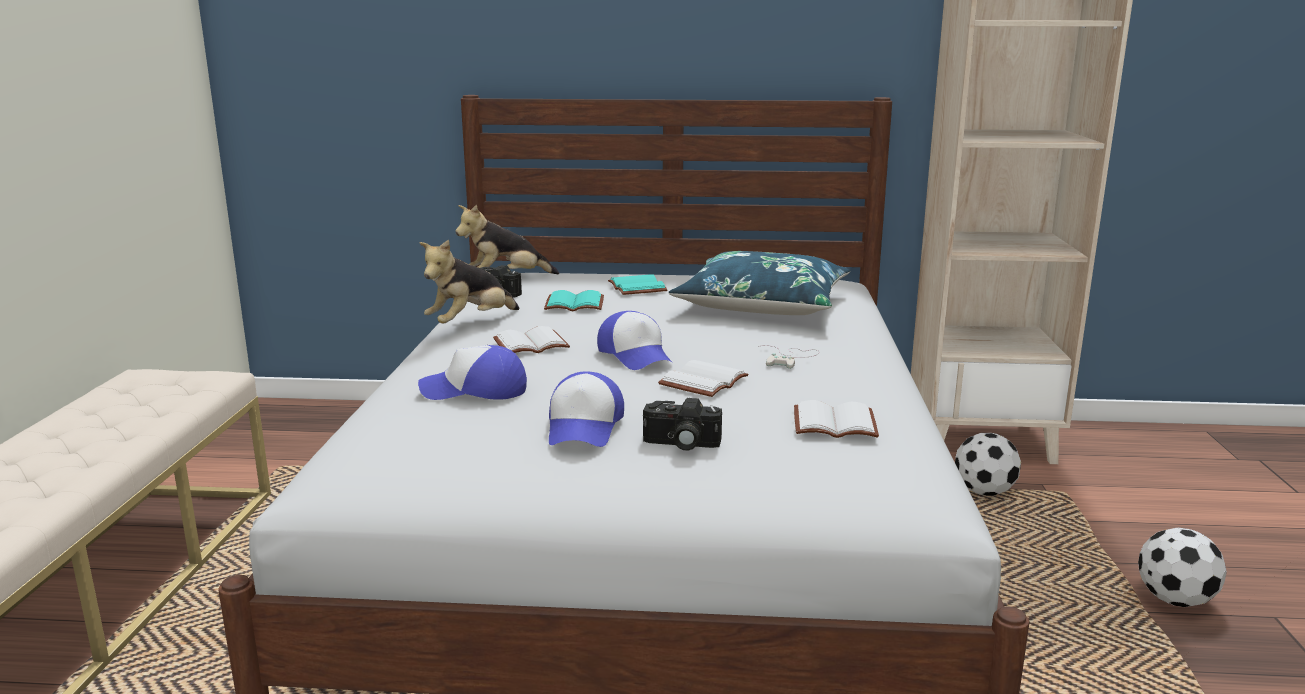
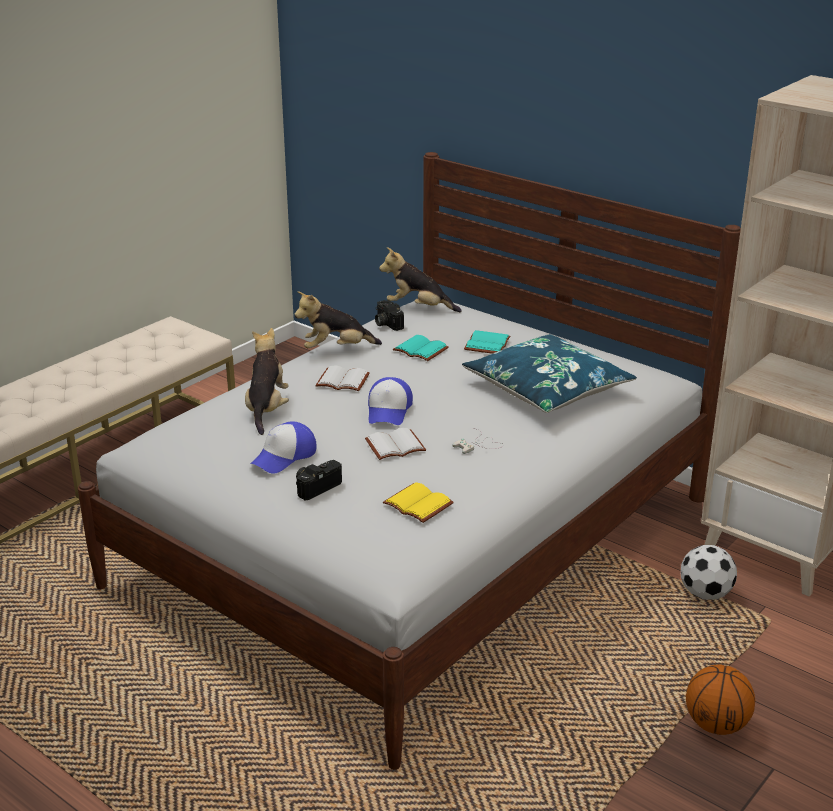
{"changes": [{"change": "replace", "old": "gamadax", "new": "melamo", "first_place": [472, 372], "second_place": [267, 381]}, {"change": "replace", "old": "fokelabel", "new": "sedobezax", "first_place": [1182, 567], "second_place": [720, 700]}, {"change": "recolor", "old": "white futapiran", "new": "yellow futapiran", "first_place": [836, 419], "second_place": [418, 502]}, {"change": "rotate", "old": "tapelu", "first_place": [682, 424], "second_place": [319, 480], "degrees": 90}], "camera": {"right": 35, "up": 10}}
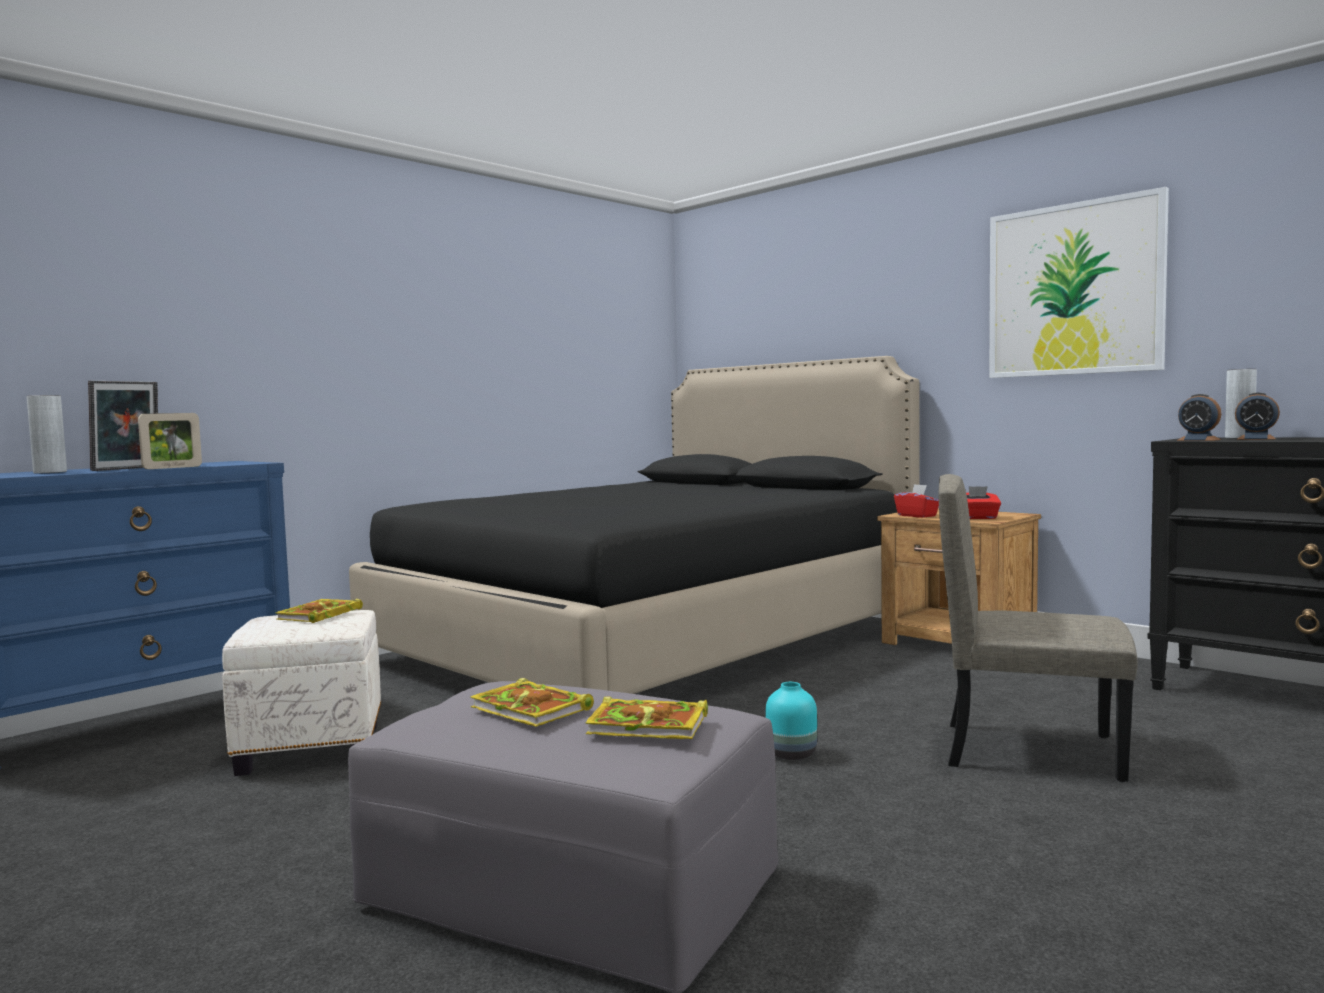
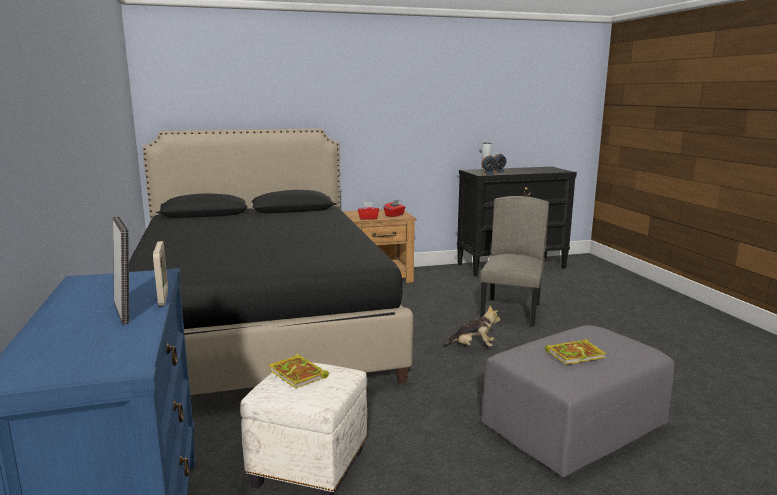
{"changes": [{"change": "delete", "old": "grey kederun", "first_place": [47, 434]}, {"change": "delete", "old": "futapiran", "first_place": [647, 717]}, {"change": "delete", "old": "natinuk", "first_place": [1079, 282]}, {"change": "replace", "old": "turquoise kederun", "new": "melamo", "first_place": [791, 721], "second_place": [472, 326]}, {"change": "rotate", "old": "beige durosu", "first_place": [1038, 628], "second_place": [514, 261], "degrees": 150}], "camera": {"right": -60, "up": 10}}
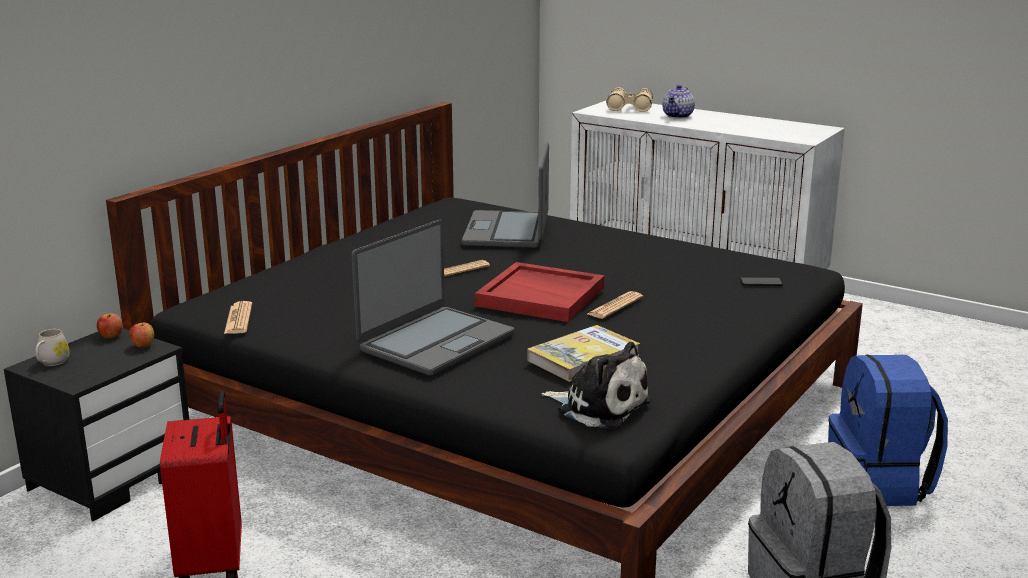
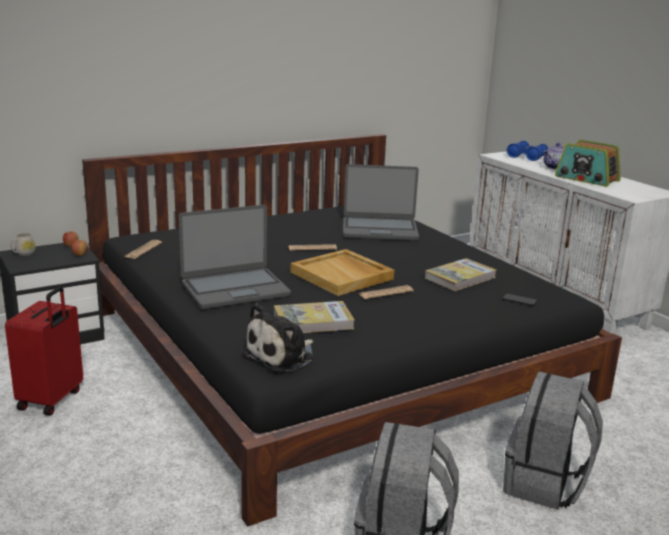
{"changes": [{"change": "insert", "new": "futapiran", "second_place": [460, 274]}, {"change": "insert", "new": "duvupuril", "second_place": [588, 163]}, {"change": "recolor", "old": "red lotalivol", "new": "beige lotalivol", "first_place": [539, 292], "second_place": [342, 272]}, {"change": "recolor", "old": "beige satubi", "new": "blue satubi", "first_place": [629, 99], "second_place": [528, 151]}, {"change": "recolor", "old": "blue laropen", "new": "grey laropen", "first_place": [888, 430], "second_place": [553, 440]}, {"change": "rotate", "old": "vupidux", "first_place": [505, 195], "second_place": [381, 202], "degrees": -120}, {"change": "rotate", "old": "melamo", "first_place": [596, 385], "second_place": [278, 337], "degrees": 75}], "camera": {"right": 25, "up": 0}}
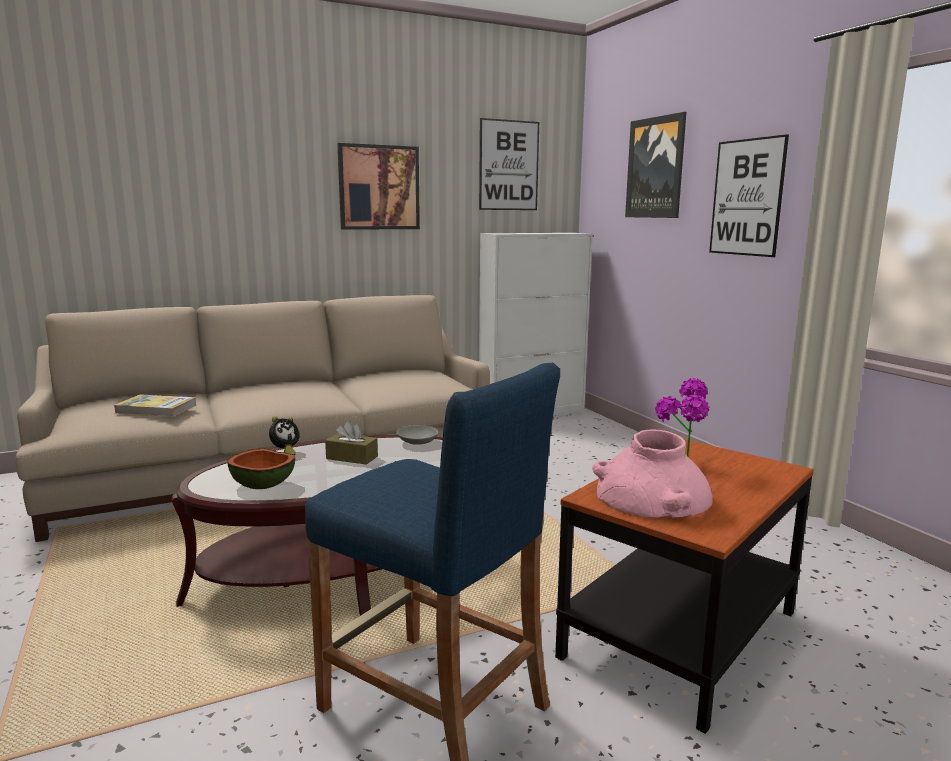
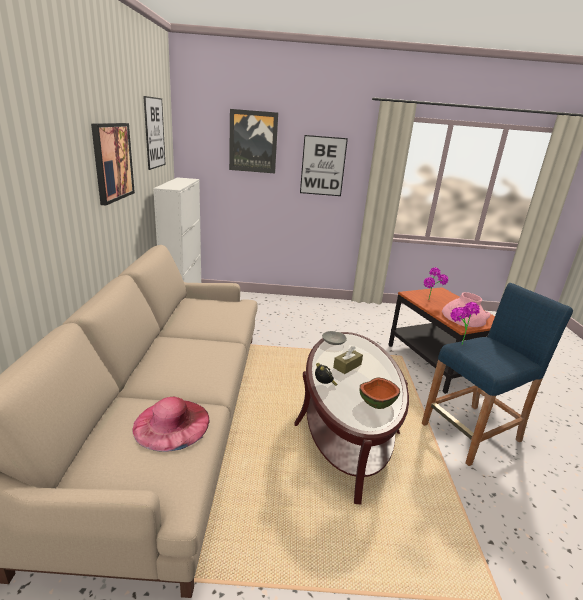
{"changes": [{"change": "insert", "new": "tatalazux", "second_place": [465, 323]}, {"change": "replace", "old": "futapiran", "new": "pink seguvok", "first_place": [155, 406], "second_place": [170, 424]}], "camera": {"right": -65, "up": 10}}
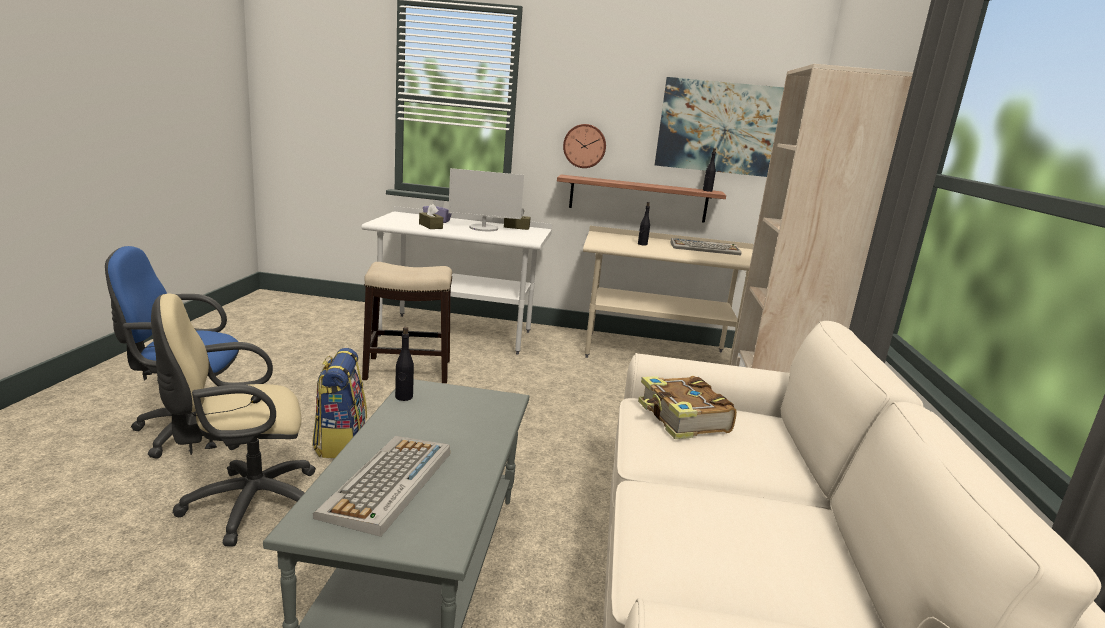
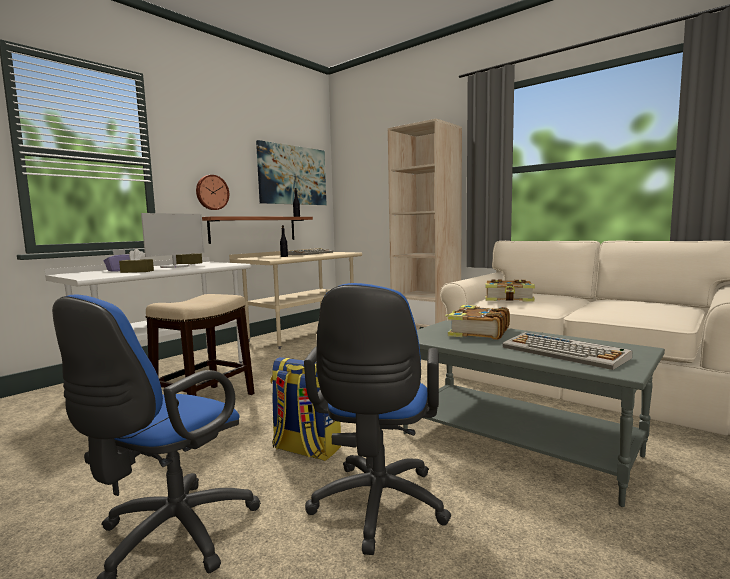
{"changes": [{"change": "delete", "old": "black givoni", "first_place": [404, 364]}, {"change": "insert", "new": "futapiran", "second_place": [477, 322]}, {"change": "recolor", "old": "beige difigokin", "new": "blue difigokin", "first_place": [233, 420], "second_place": [377, 419]}], "camera": {"right": -55, "up": -10}}
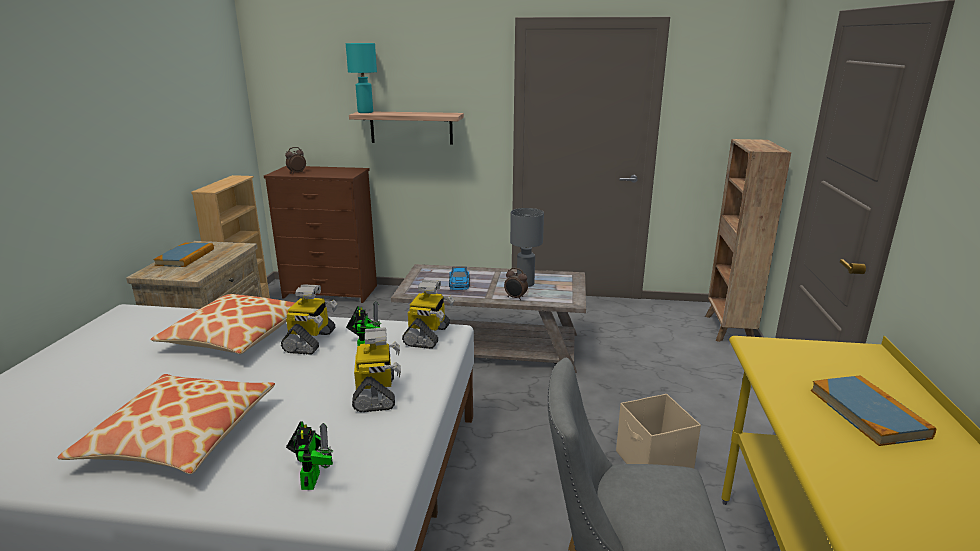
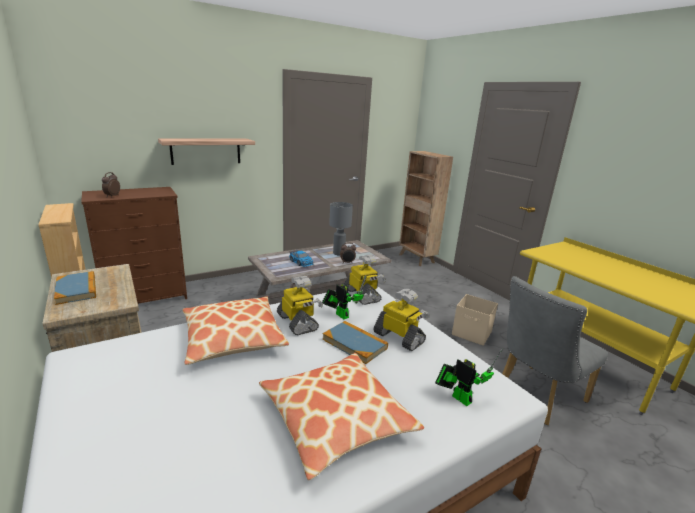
{"changes": [{"change": "delete", "old": "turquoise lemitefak", "first_place": [361, 78]}, {"change": "move", "old": "futapiran", "first_place": [873, 410], "second_place": [355, 342]}], "camera": {"right": -40, "up": 0}}
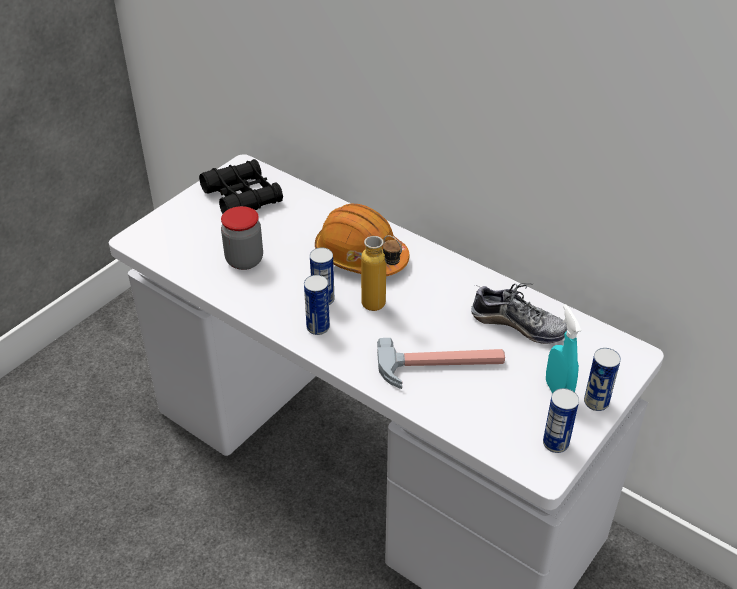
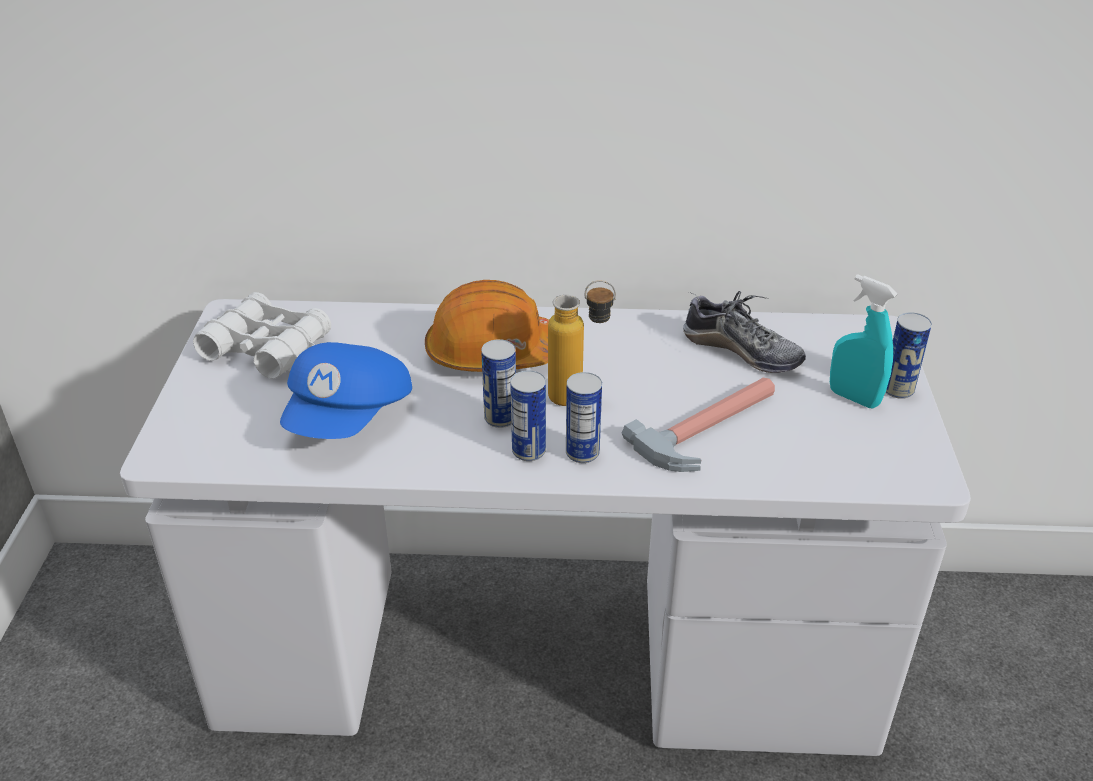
{"changes": [{"change": "move", "old": "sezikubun", "first_place": [561, 420], "second_place": [584, 417]}, {"change": "replace", "old": "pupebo", "new": "blue gamadax", "first_place": [242, 238], "second_place": [346, 390]}, {"change": "recolor", "old": "black satubi", "new": "white satubi", "first_place": [241, 186], "second_place": [262, 335]}, {"change": "rotate", "old": "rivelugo", "first_place": [519, 313], "second_place": [744, 332], "degrees": 45}], "camera": {"right": -35, "up": -5}}
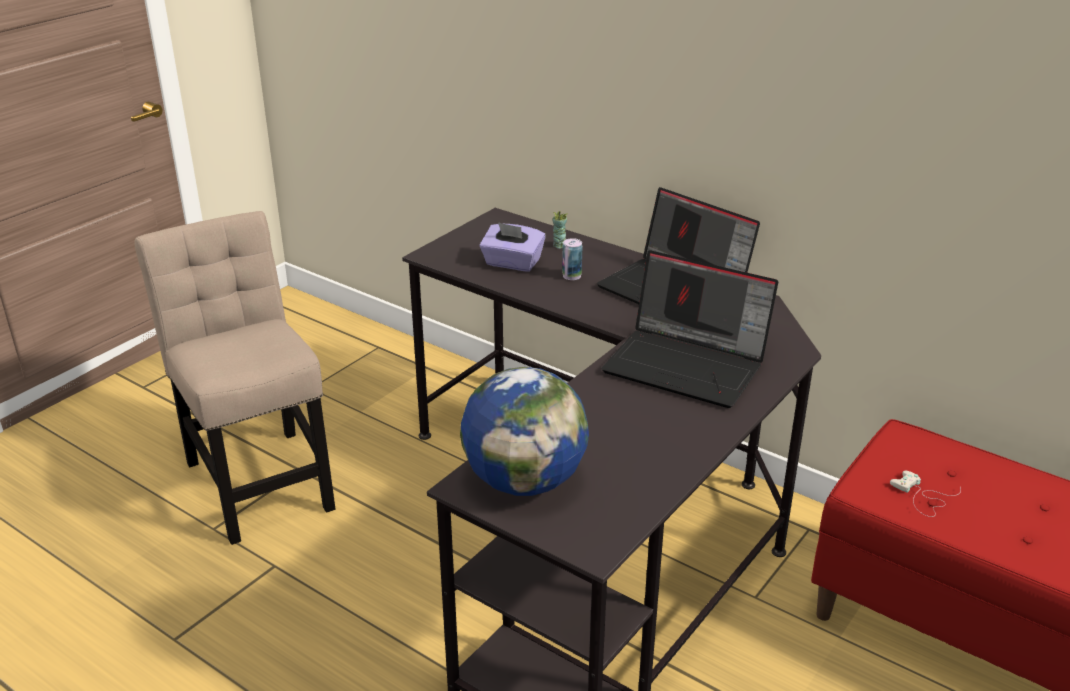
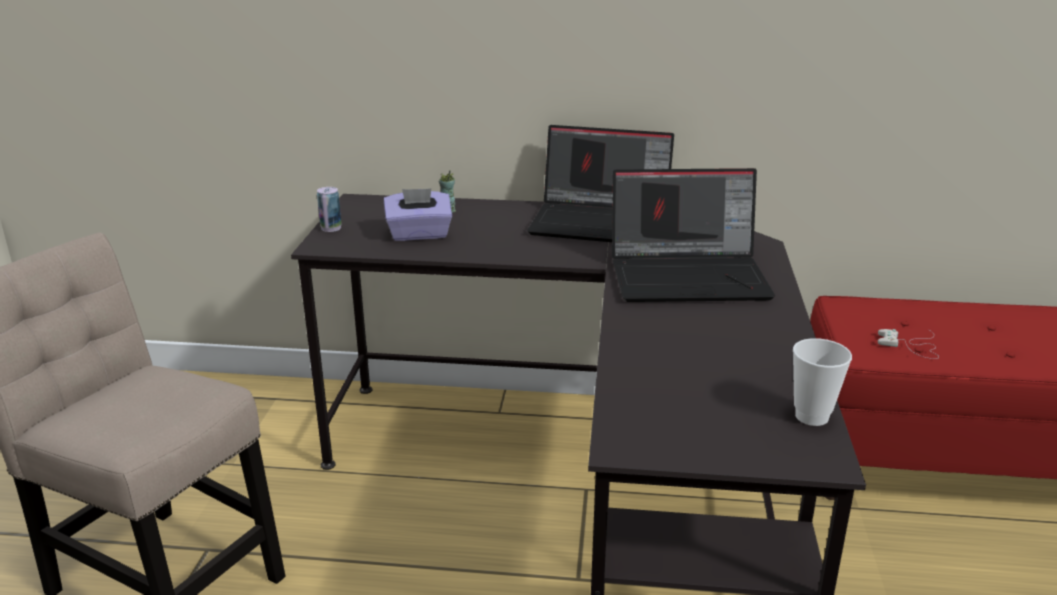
{"changes": [{"change": "delete", "old": "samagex", "first_place": [524, 431]}, {"change": "insert", "new": "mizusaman", "second_place": [822, 382]}, {"change": "move", "old": "sezikubun", "first_place": [572, 259], "second_place": [329, 209]}], "camera": {"right": -30, "up": -5}}
